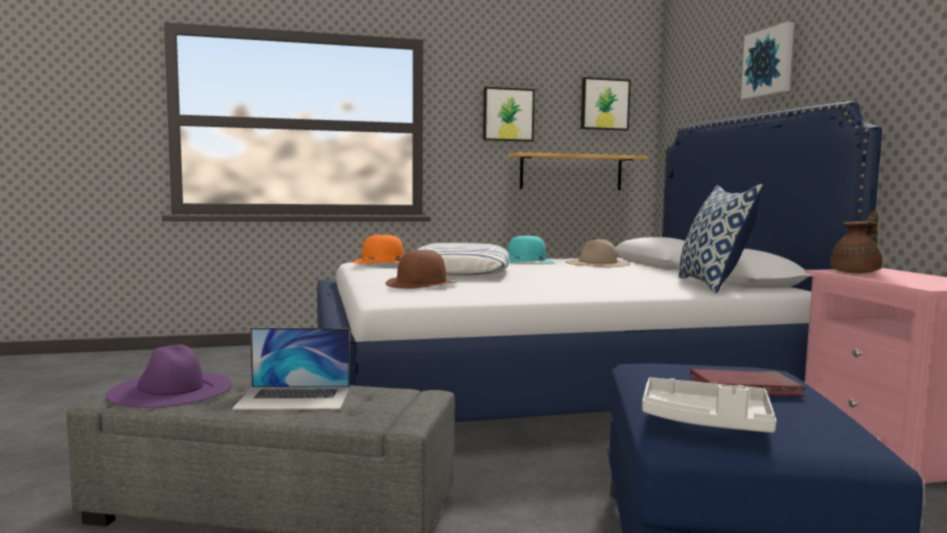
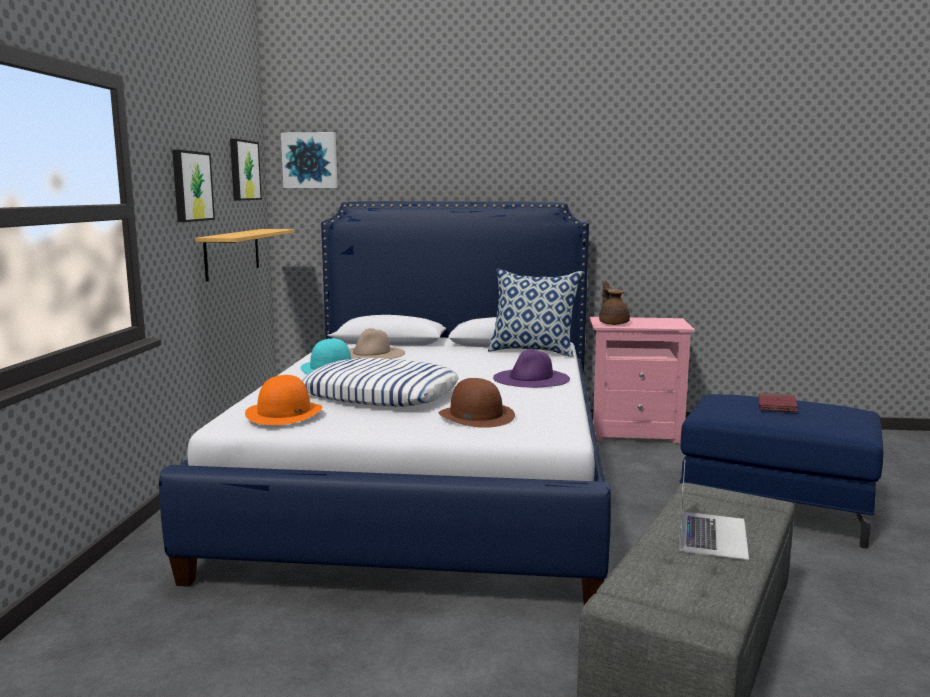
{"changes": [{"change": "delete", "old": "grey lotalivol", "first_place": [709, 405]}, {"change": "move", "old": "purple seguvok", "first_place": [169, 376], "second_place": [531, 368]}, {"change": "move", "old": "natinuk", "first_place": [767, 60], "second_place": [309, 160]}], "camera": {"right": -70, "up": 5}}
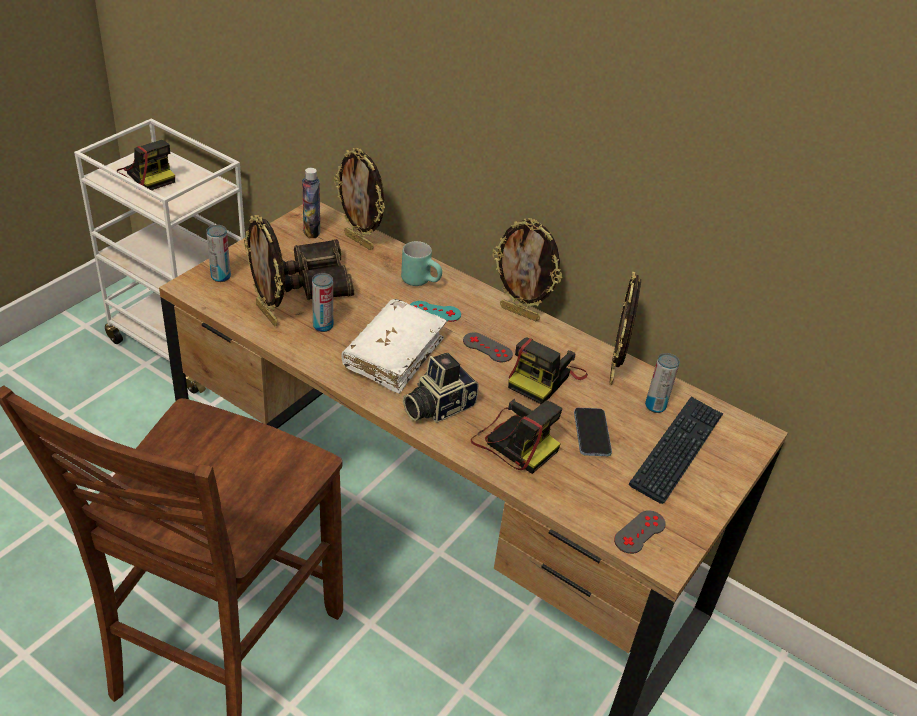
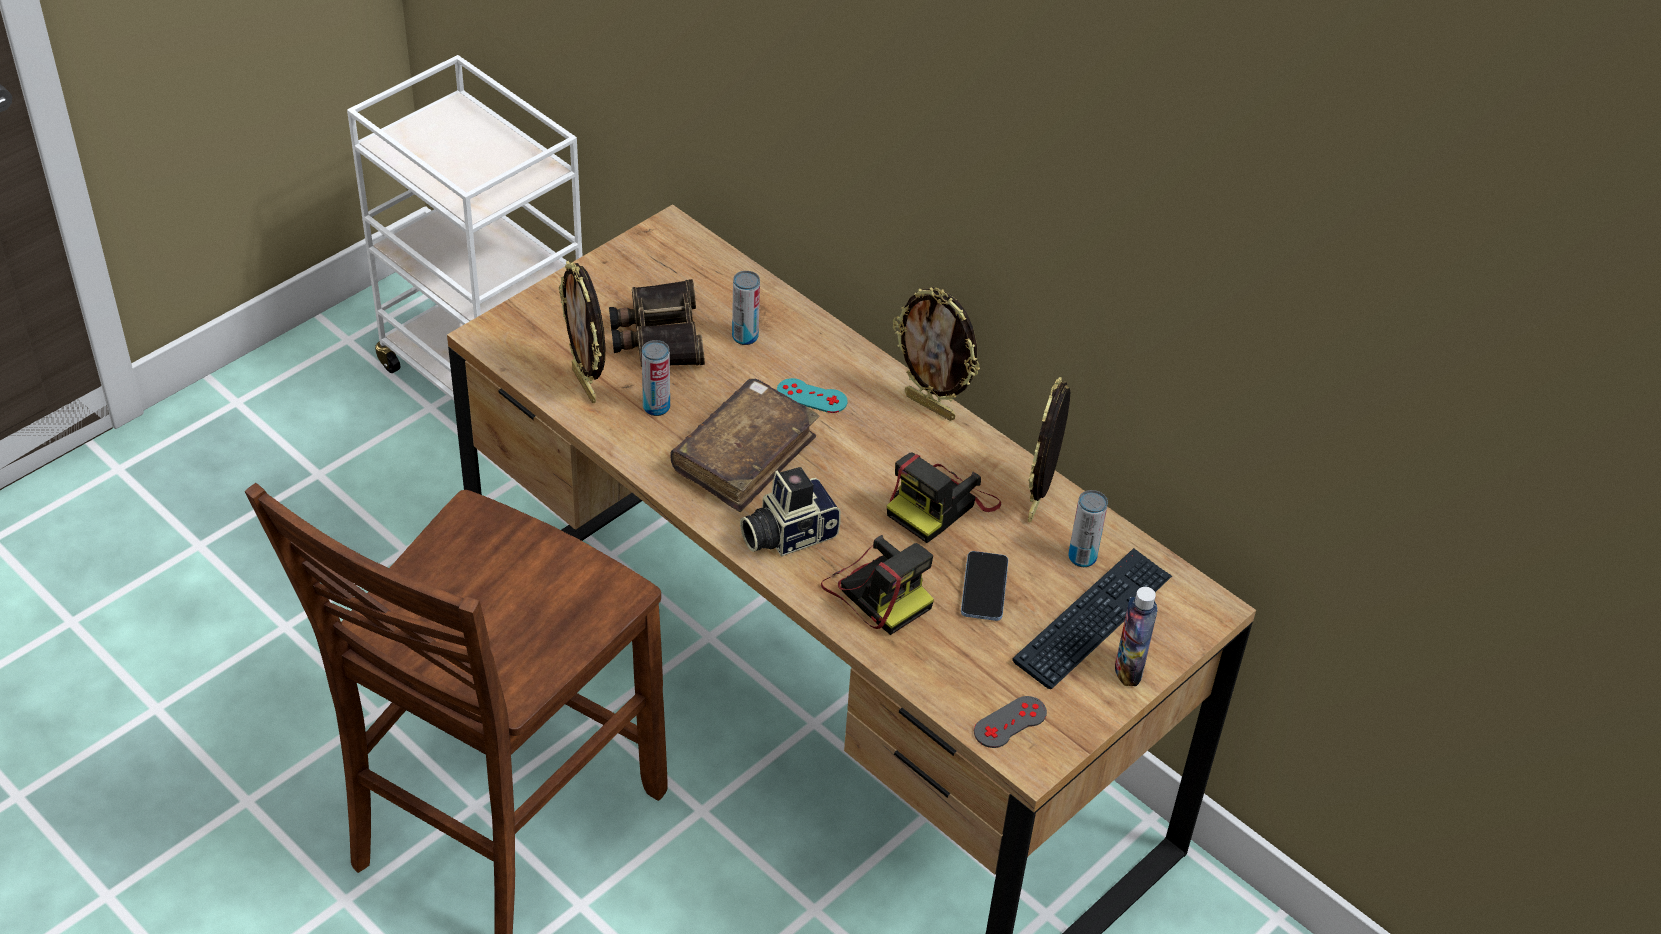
{"changes": [{"change": "delete", "old": "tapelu", "first_place": [146, 165]}, {"change": "delete", "old": "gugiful", "first_place": [359, 199]}, {"change": "delete", "old": "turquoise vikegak", "first_place": [421, 263]}, {"change": "delete", "old": "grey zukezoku", "first_place": [488, 347]}, {"change": "move", "old": "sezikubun", "first_place": [218, 253], "second_place": [746, 308]}, {"change": "move", "old": "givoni", "first_place": [311, 203], "second_place": [1136, 636]}, {"change": "recolor", "old": "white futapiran", "new": "brown futapiran", "first_place": [394, 346], "second_place": [744, 445]}], "camera": {"right": 10, "up": 5}}
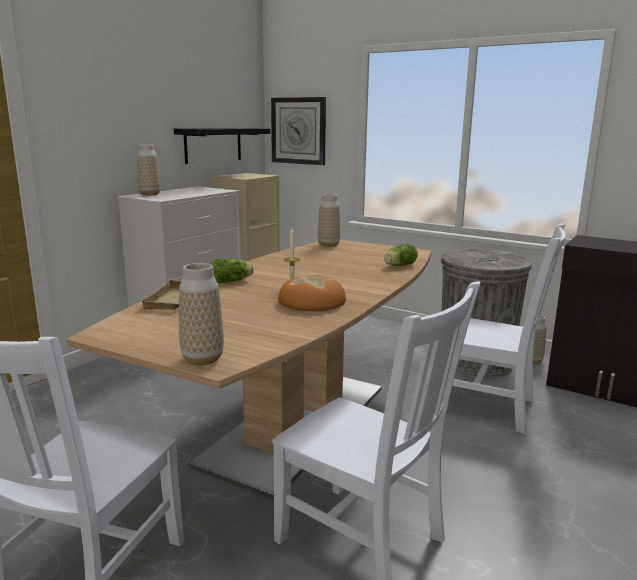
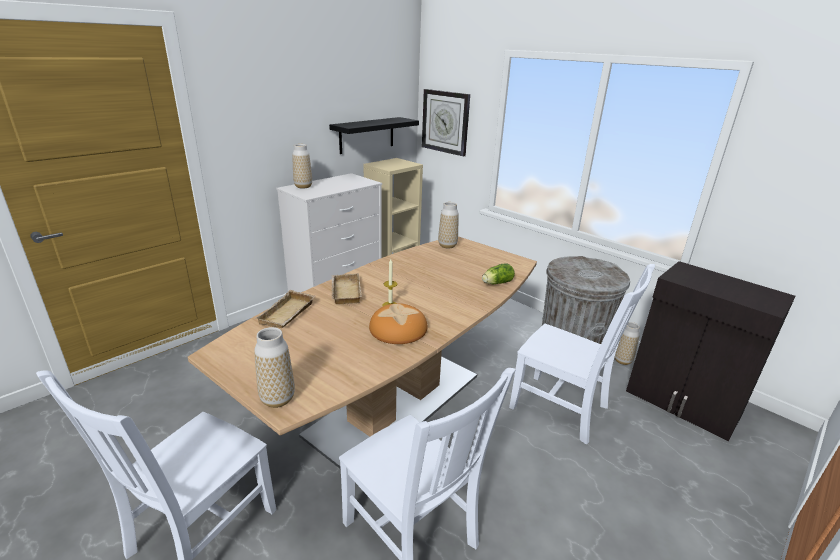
{"changes": [{"change": "replace", "old": "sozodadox", "new": "beige lotalivol", "first_place": [232, 270], "second_place": [346, 288]}], "camera": {"right": 10, "up": 10}}
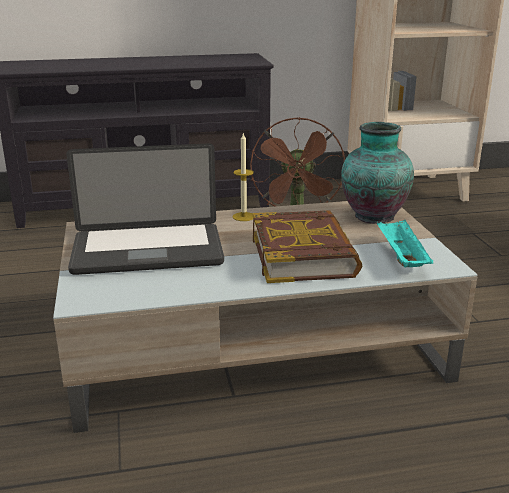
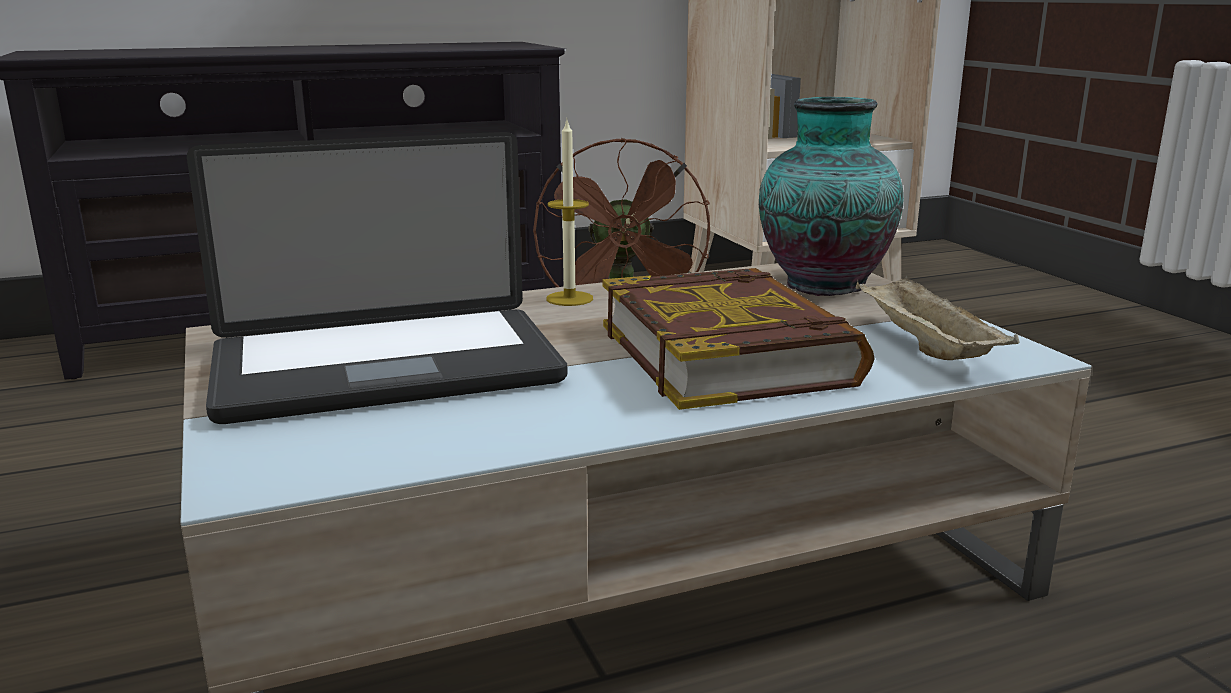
{"changes": [{"change": "recolor", "old": "turquoise lotalivol", "new": "beige lotalivol", "first_place": [405, 243], "second_place": [937, 317]}], "camera": {"right": -10, "up": -5}}
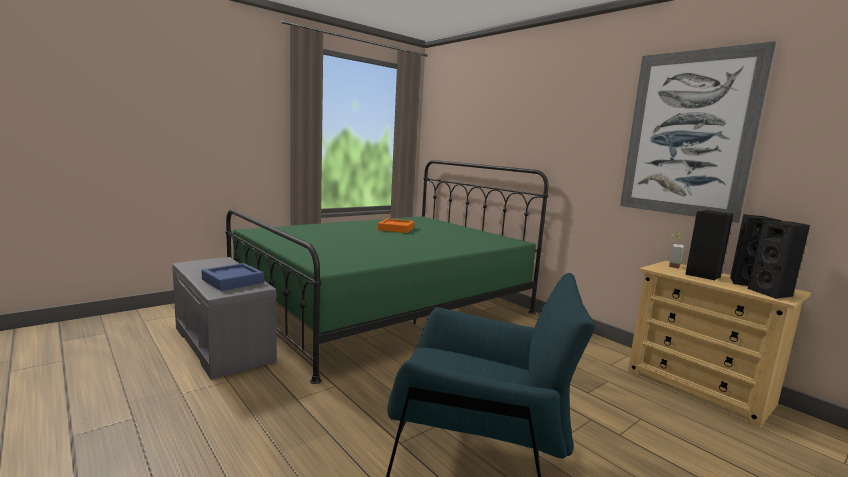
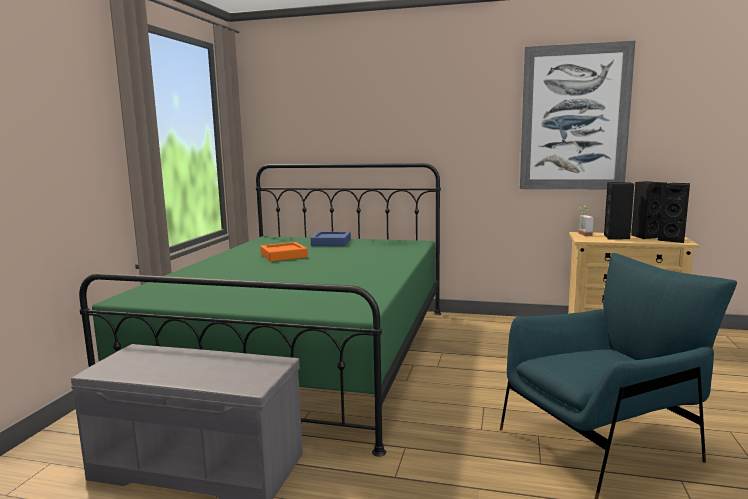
{"changes": [{"change": "move", "old": "blue lotalivol", "first_place": [232, 277], "second_place": [331, 239]}], "camera": {"right": -35, "up": 0}}
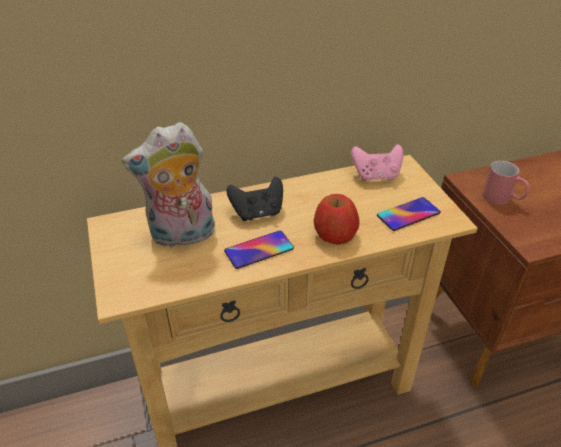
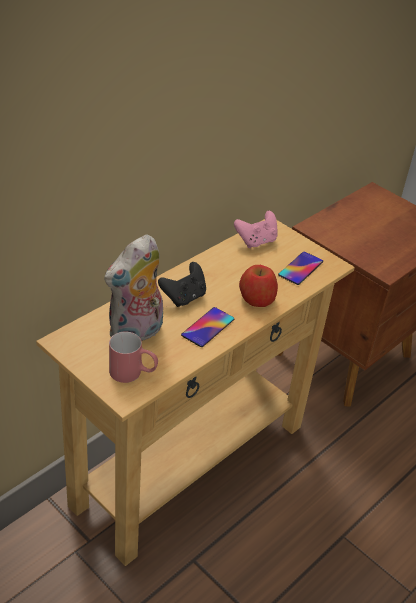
{"changes": [{"change": "move", "old": "red vikegak", "first_place": [506, 183], "second_place": [133, 357]}], "camera": {"right": -30, "up": 0}}
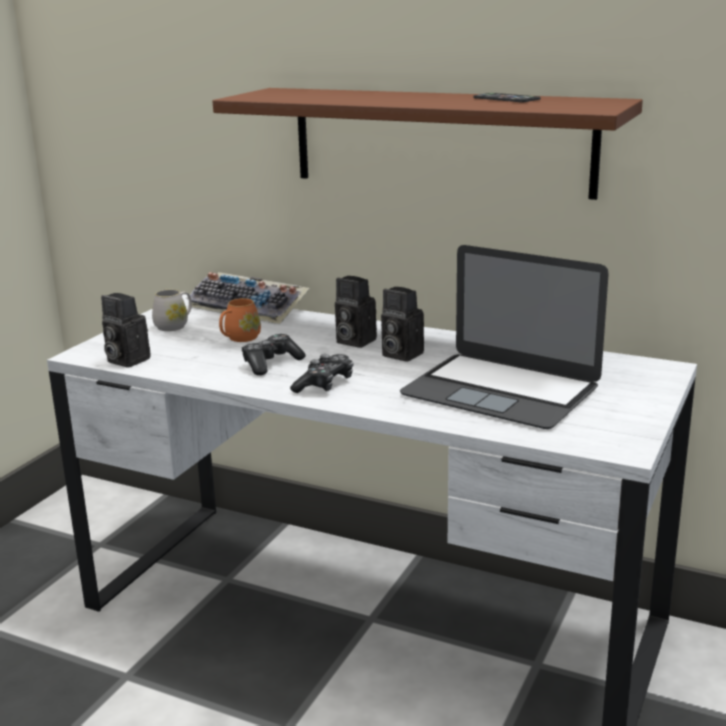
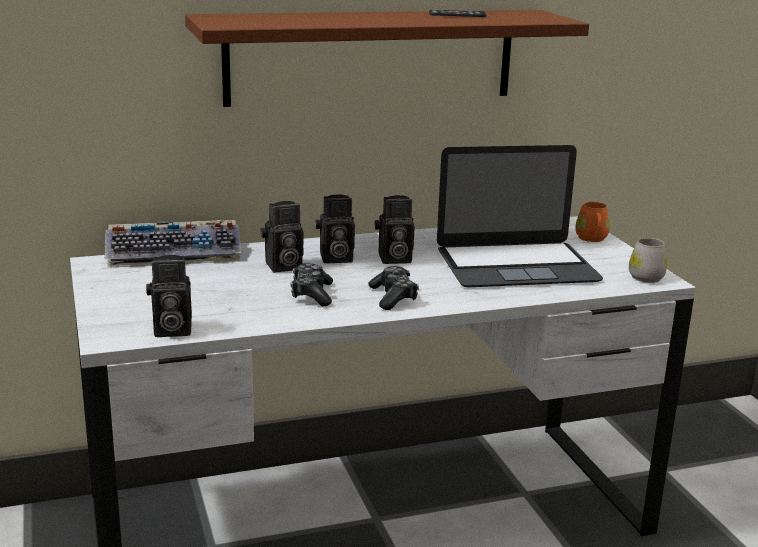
{"changes": [{"change": "insert", "new": "tapelu", "second_place": [281, 236]}, {"change": "move", "old": "white vikegak", "first_place": [172, 310], "second_place": [648, 260]}, {"change": "move", "old": "orange vikegak", "first_place": [240, 320], "second_place": [592, 222]}], "camera": {"right": -45, "up": 0}}
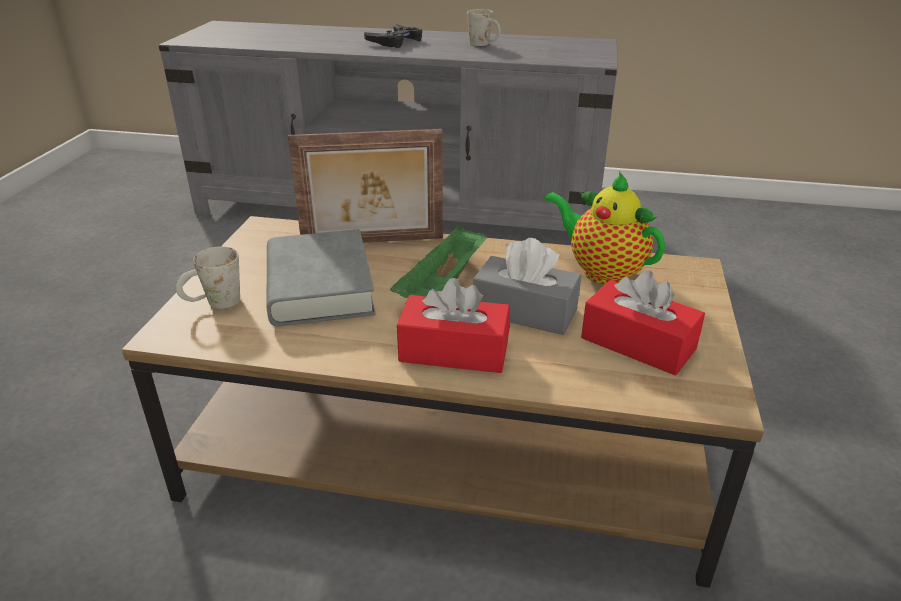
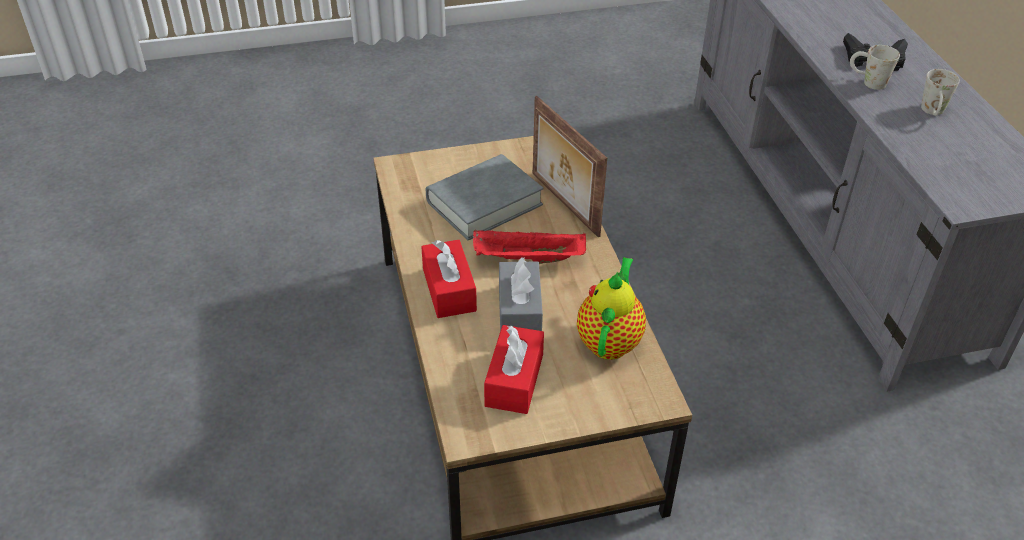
{"changes": [{"change": "move", "old": "white vikegak", "first_place": [208, 277], "second_place": [875, 67]}, {"change": "recolor", "old": "green lotalivol", "new": "red lotalivol", "first_place": [438, 262], "second_place": [529, 247]}], "camera": {"right": 65, "up": 10}}
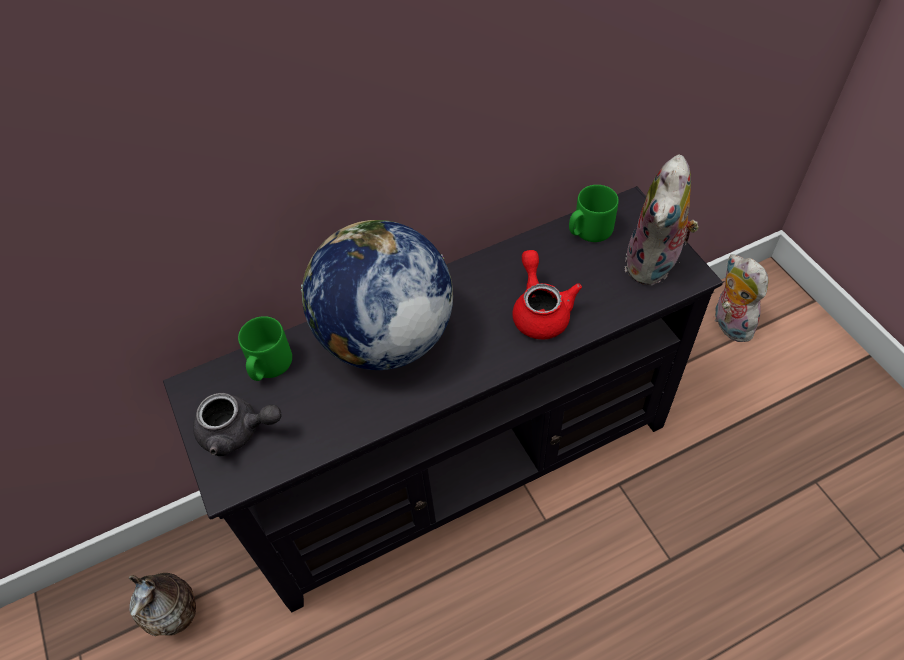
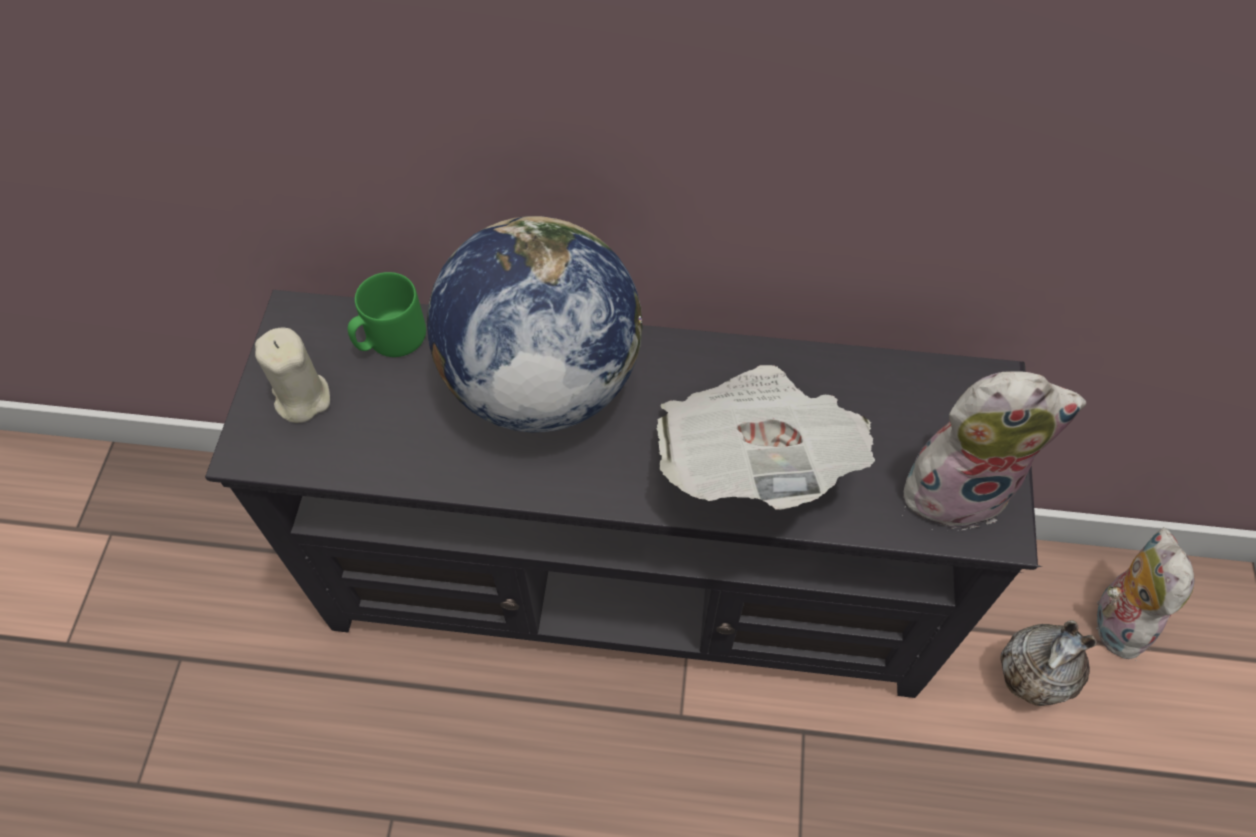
{"changes": [{"change": "delete", "old": "green vikegak", "first_place": [594, 213]}, {"change": "move", "old": "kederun", "first_place": [162, 604], "second_place": [1049, 663]}, {"change": "replace", "old": "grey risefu", "new": "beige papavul", "first_place": [237, 424], "second_place": [292, 375]}, {"change": "replace", "old": "red risefu", "new": "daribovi", "first_place": [547, 294], "second_place": [766, 437]}, {"change": "rotate", "old": "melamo", "first_place": [661, 220], "second_place": [994, 451], "degrees": -150}], "camera": {"right": 30, "up": 5}}
